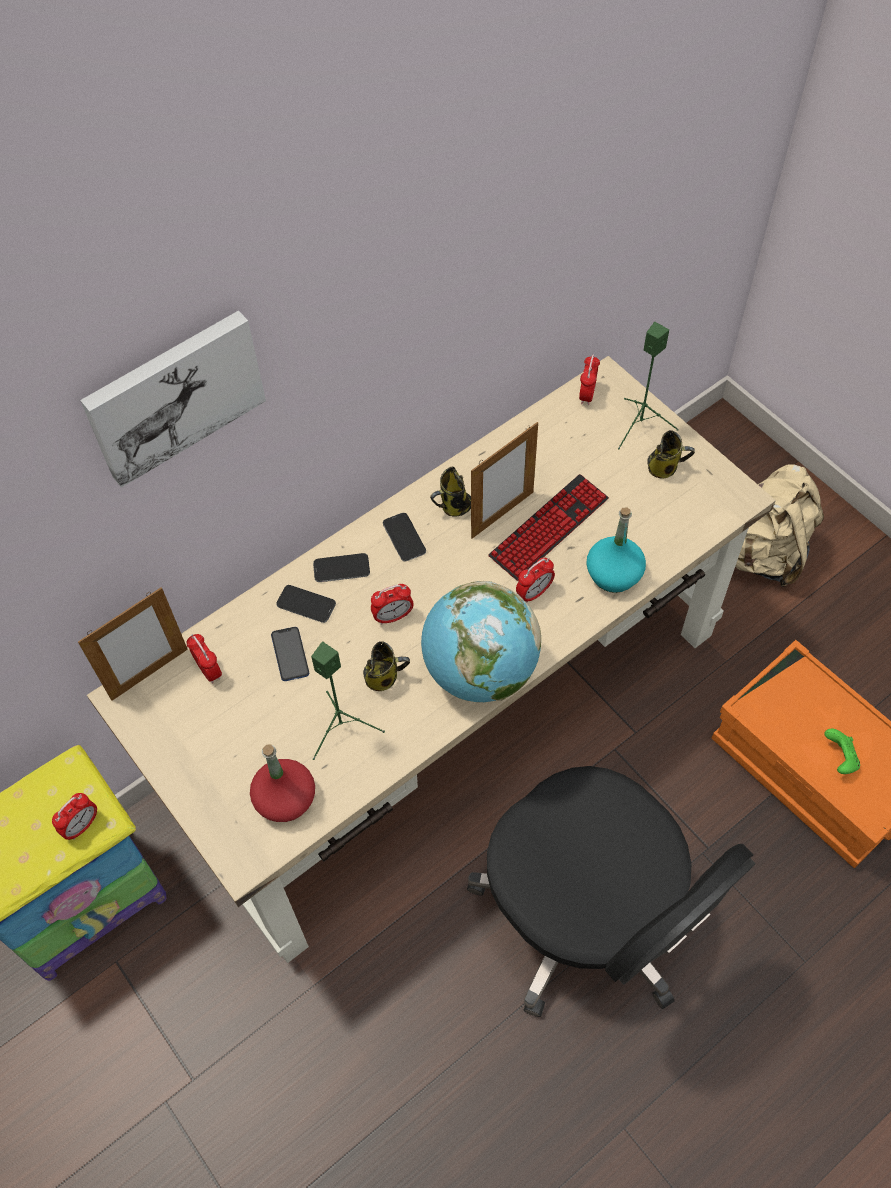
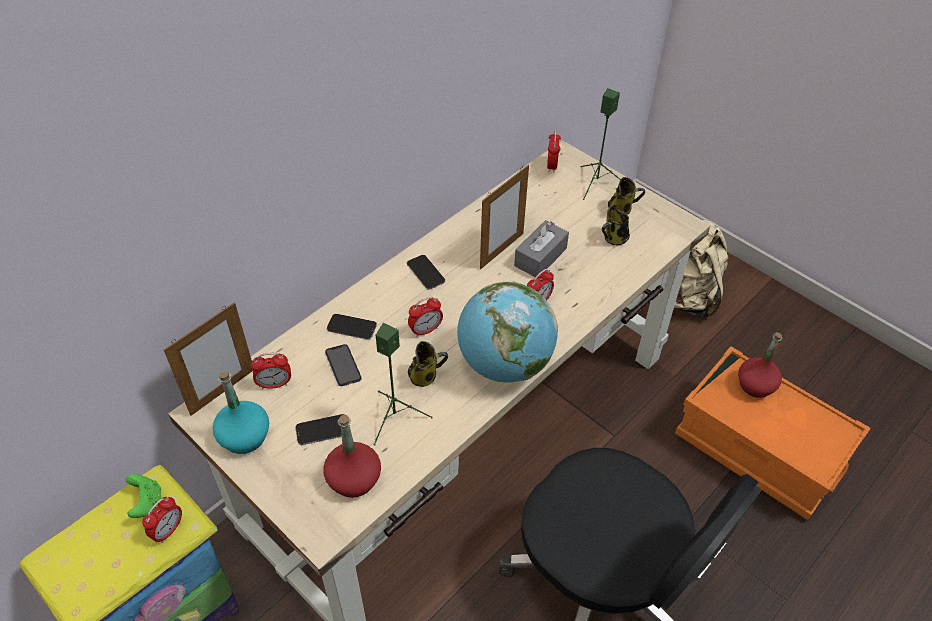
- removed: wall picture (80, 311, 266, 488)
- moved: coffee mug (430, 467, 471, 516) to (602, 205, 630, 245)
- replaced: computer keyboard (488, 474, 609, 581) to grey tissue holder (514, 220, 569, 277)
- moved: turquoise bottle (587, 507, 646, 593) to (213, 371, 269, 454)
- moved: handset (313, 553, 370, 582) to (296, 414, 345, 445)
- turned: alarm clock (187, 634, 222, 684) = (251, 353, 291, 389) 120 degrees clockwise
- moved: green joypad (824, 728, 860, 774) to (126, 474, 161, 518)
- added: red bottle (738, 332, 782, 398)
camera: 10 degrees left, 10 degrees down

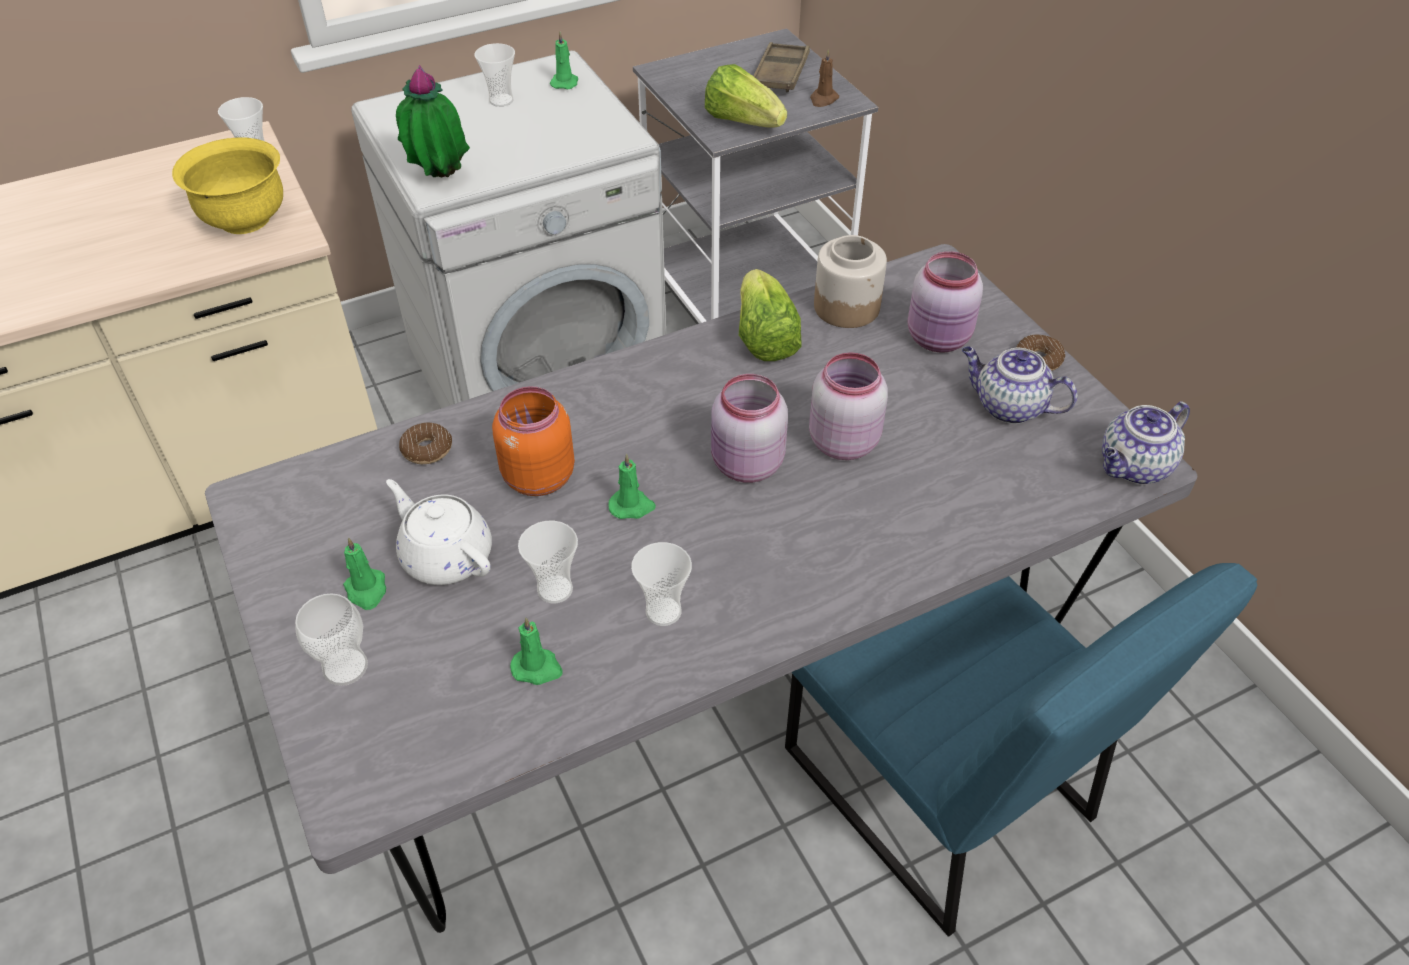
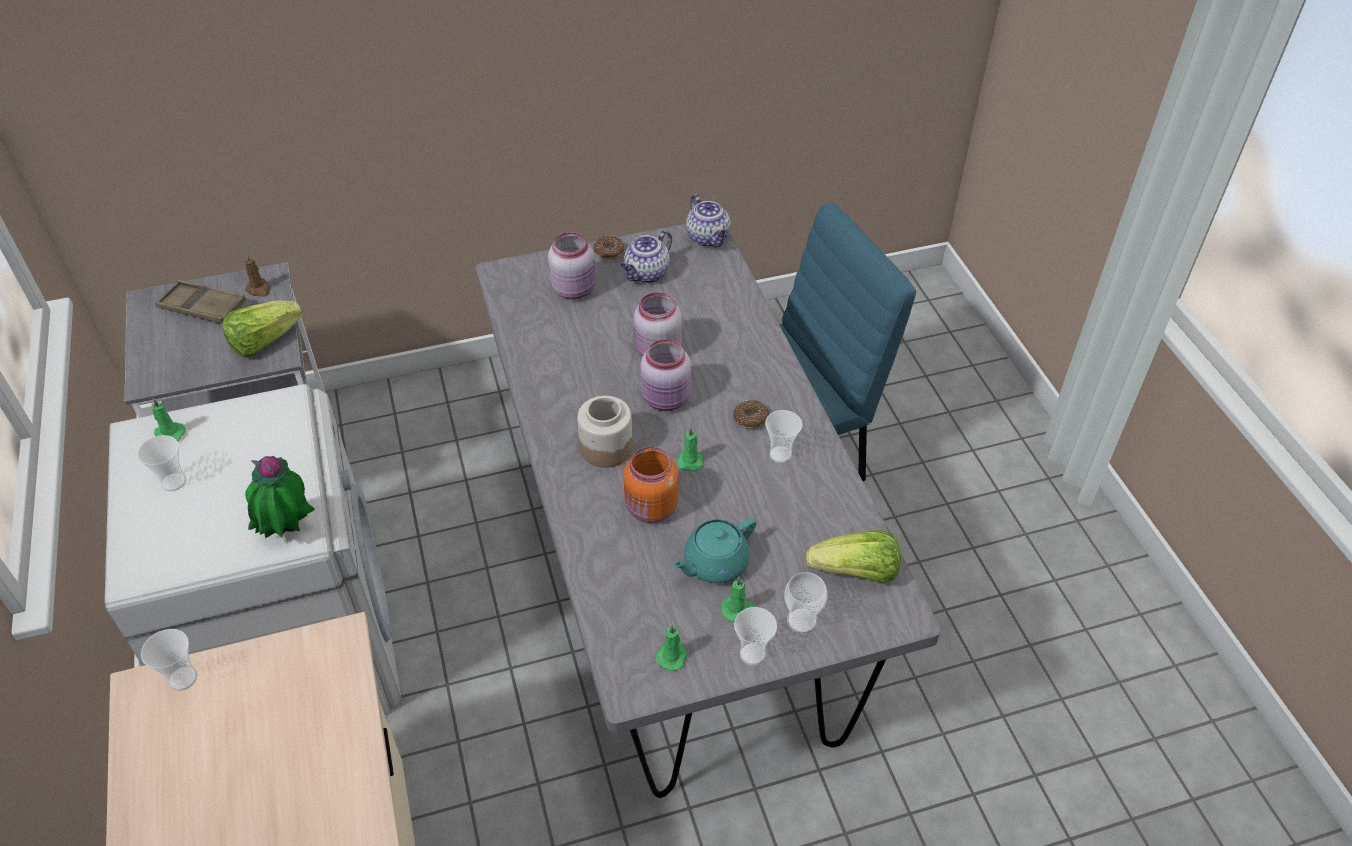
- removed: yellowish deep dish (172, 137, 283, 234)
- moved: jar (814, 235, 887, 328) to (577, 396, 633, 468)
- moved: lettuce (739, 269, 801, 361) to (806, 530, 901, 583)
- moved: donut (399, 423, 452, 464) to (733, 400, 769, 429)
- recoloured: white pot for tea (386, 479, 492, 585) to turquoise pot for tea (672, 518, 757, 583)
- moved: small cup (518, 521, 578, 603) to (734, 607, 777, 666)
- moved: green candle (510, 617, 563, 685) to (655, 625, 688, 671)
camera: 80 degrees left, 0 degrees up

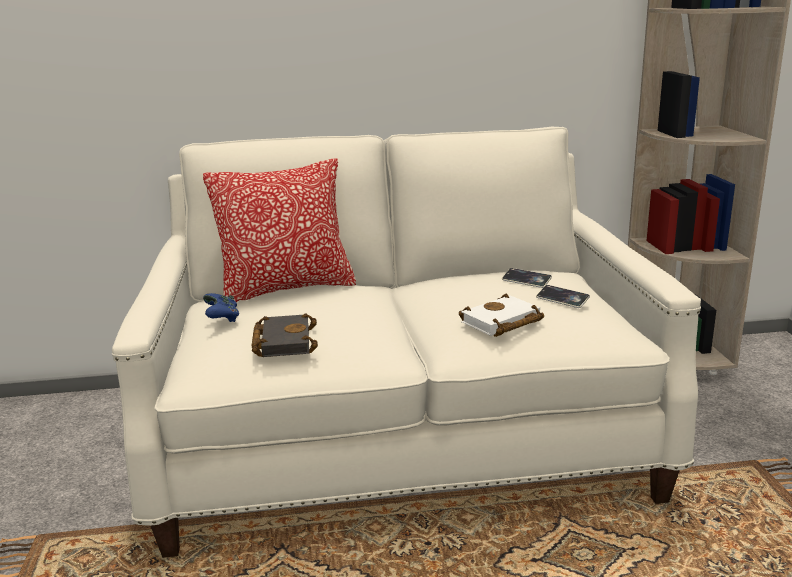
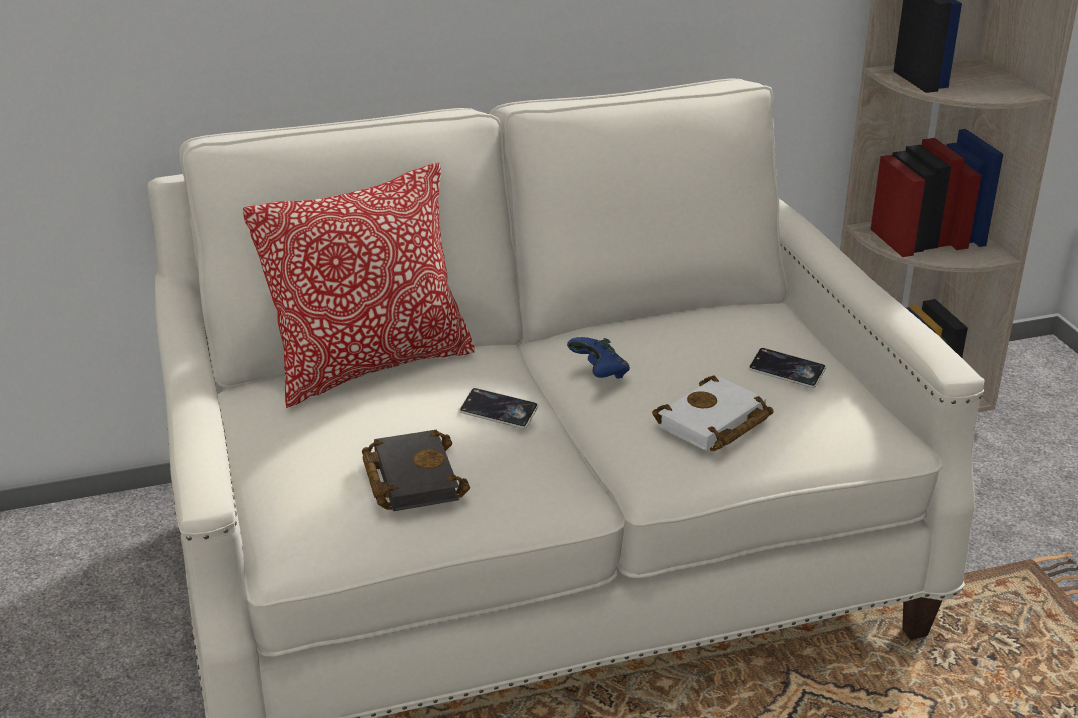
- moved: handset (502, 268, 552, 288) to (459, 388, 538, 429)
- moved: blue joypad (203, 293, 239, 322) to (567, 337, 630, 379)
camera: 10 degrees left, 10 degrees up

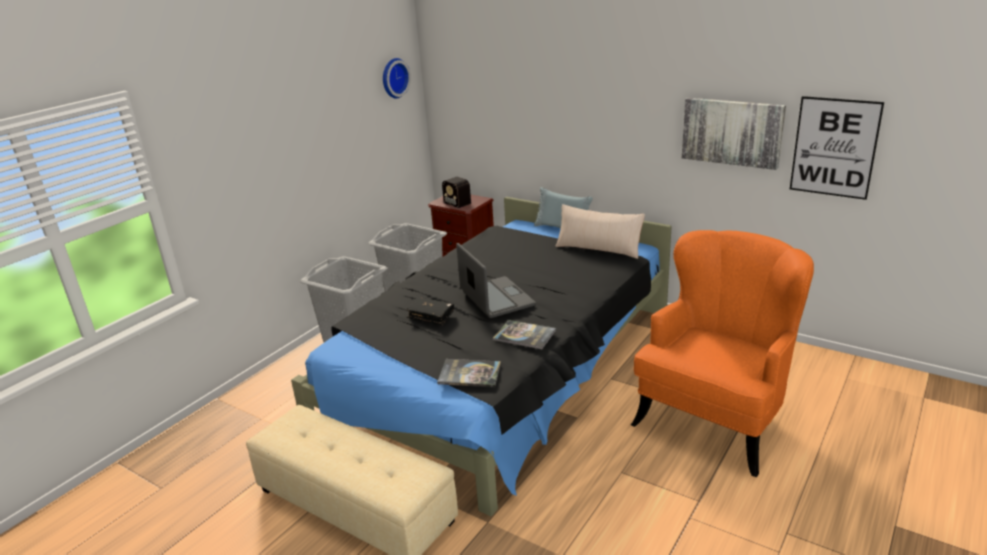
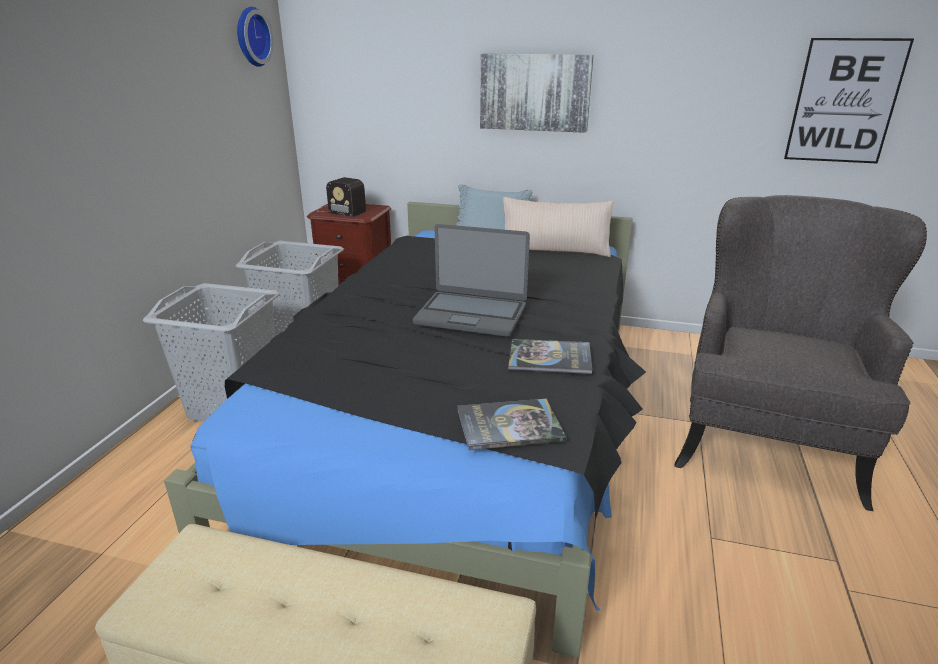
- moved: wall picture (682, 98, 786, 170) to (480, 54, 594, 133)
- recoloured: orange armchair (631, 230, 814, 477) to grey armchair (674, 195, 927, 511)
- turned: notebook computer (456, 243, 536, 318) = (413, 224, 530, 337) 150 degrees clockwise
- removed: blackish book (406, 297, 454, 325)
camera: 20 degrees left, 0 degrees up

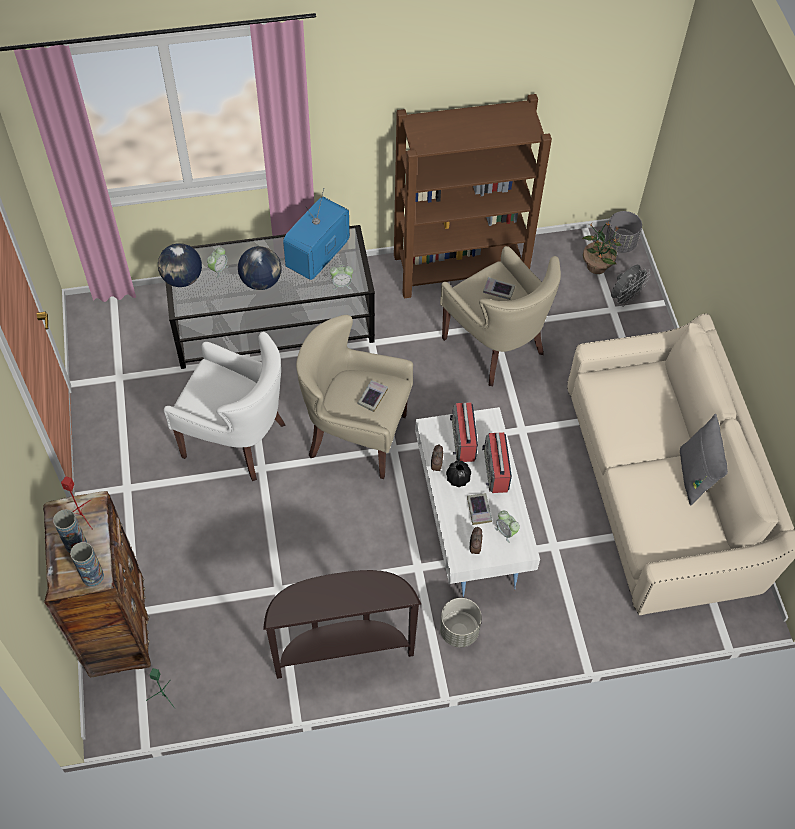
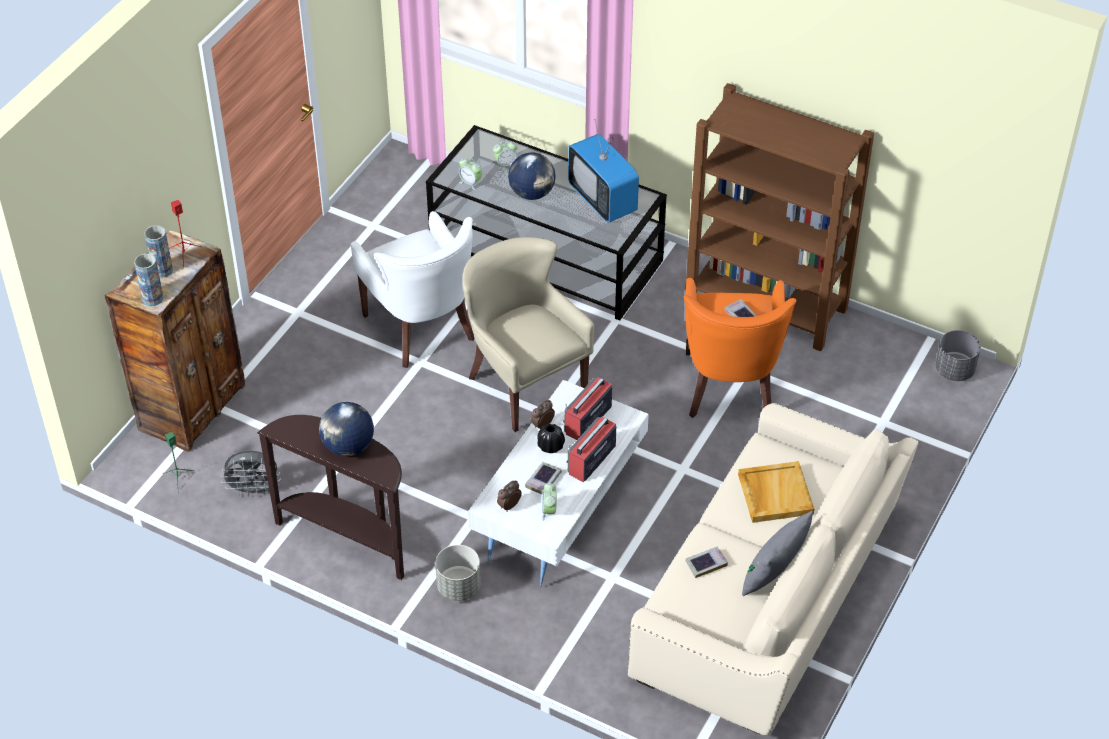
- turned: TV set (283, 188, 350, 280) = (568, 119, 639, 223) 105 degrees counterclockwise
- removed: plant in a pot (582, 222, 621, 274)
- moved: world globe (158, 243, 202, 287) to (319, 402, 374, 456)
- recoloured: beige-coloured armchair (440, 246, 561, 386) to orange armchair (684, 278, 797, 418)
- moved: alarm clock (330, 265, 353, 290) to (459, 158, 482, 190)
- moved: grey electric fan (611, 265, 651, 307) to (220, 451, 281, 497)
- moved: book (358, 380, 388, 412) to (685, 547, 728, 578)
- added: beige-coloured tray (738, 461, 814, 523)
camera: 40 degrees right, 10 degrees down

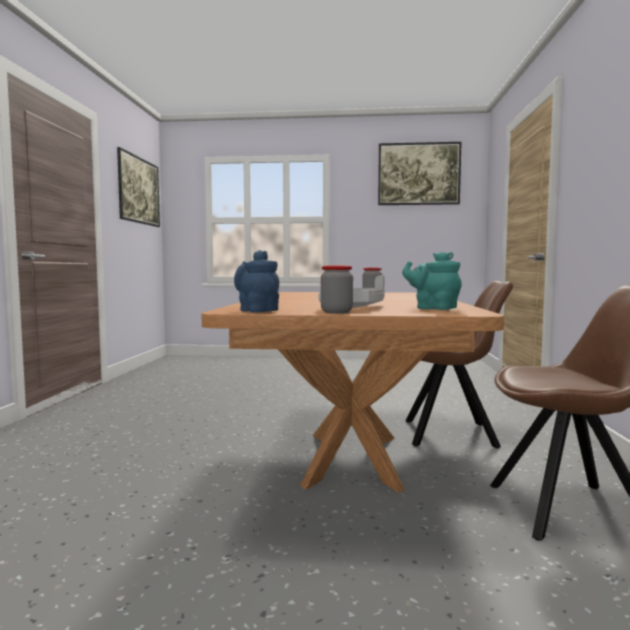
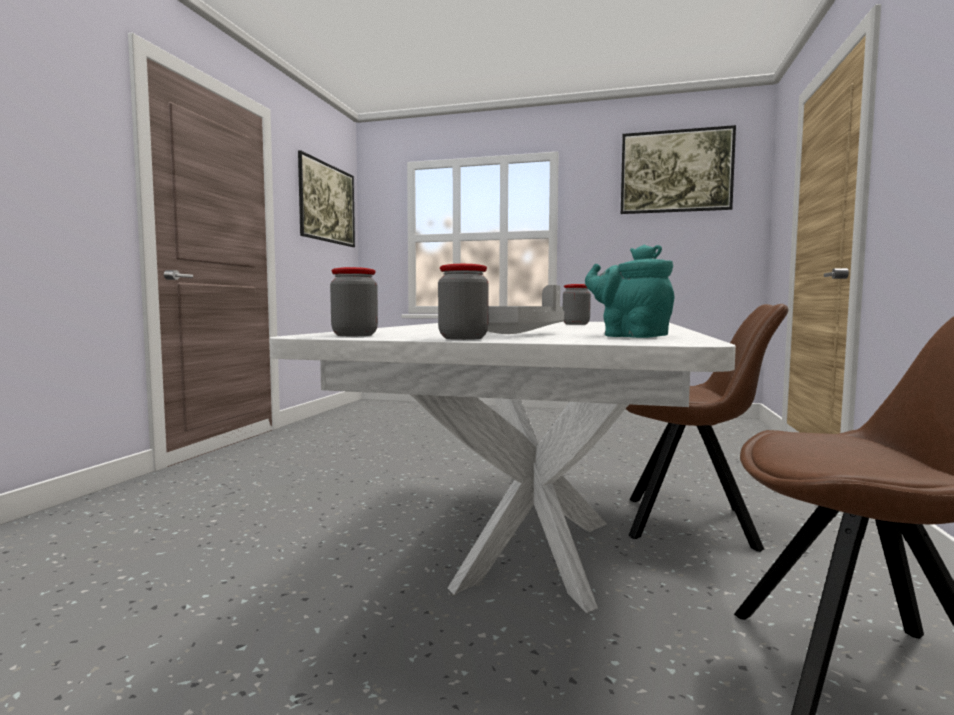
- replaced: blue pot for tea (234, 250, 279, 312) to jar (330, 267, 378, 336)
- recoloured: brownish kitchen table (201, 292, 504, 493) to white kitchen table (269, 322, 736, 613)
camera: 10 degrees right, 0 degrees up

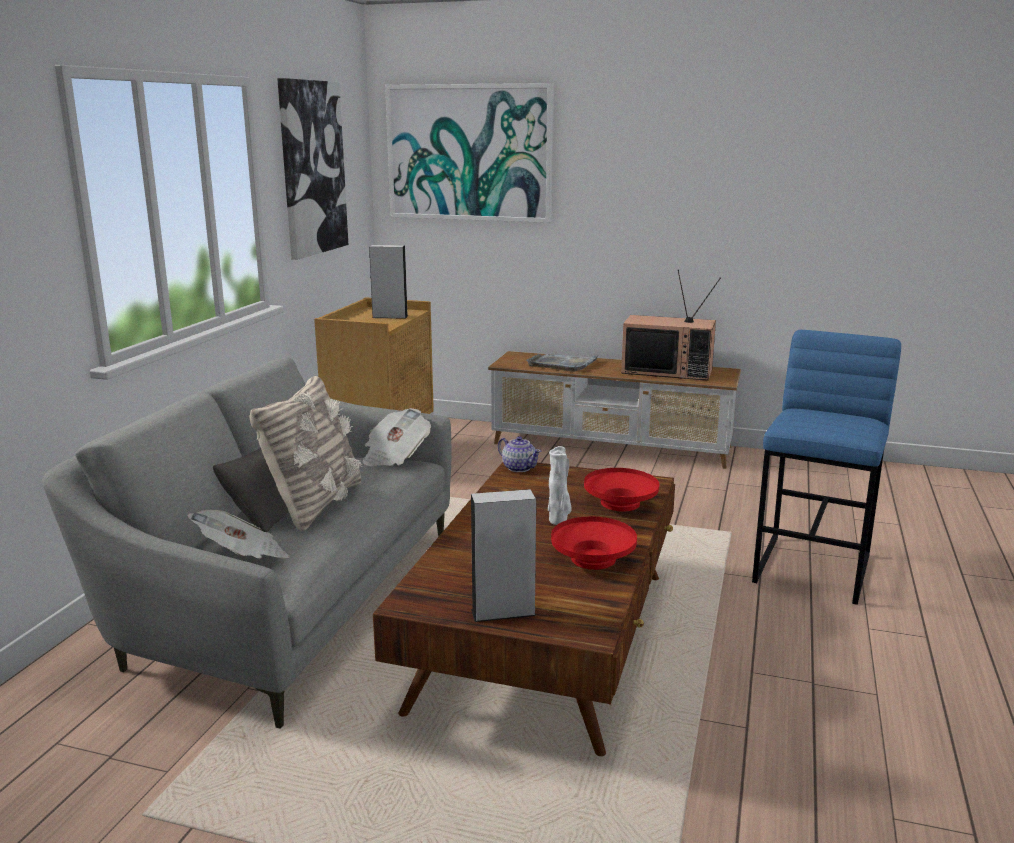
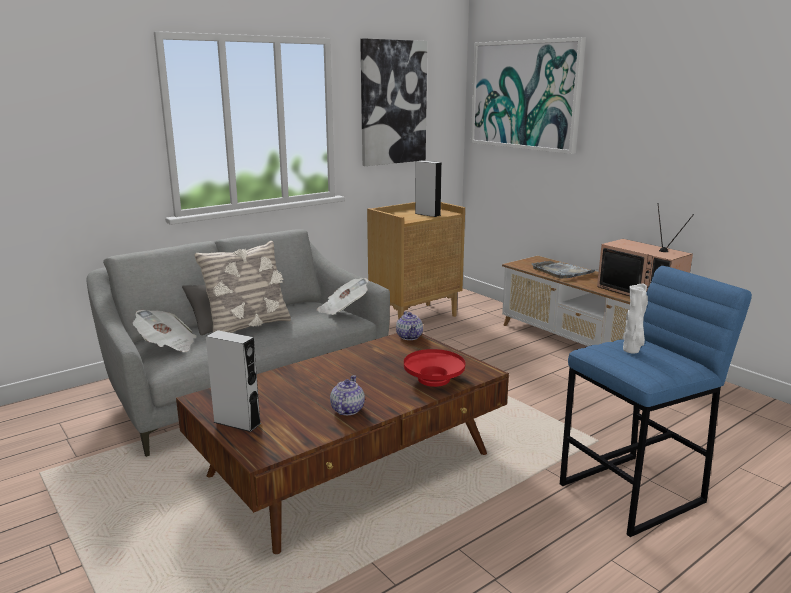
- moved: white decorative vase (548, 446, 572, 525) to (623, 284, 648, 353)
- replaced: red deep dish (551, 516, 637, 570) to pot for tea (330, 375, 365, 415)
camera: 35 degrees right, 0 degrees up

